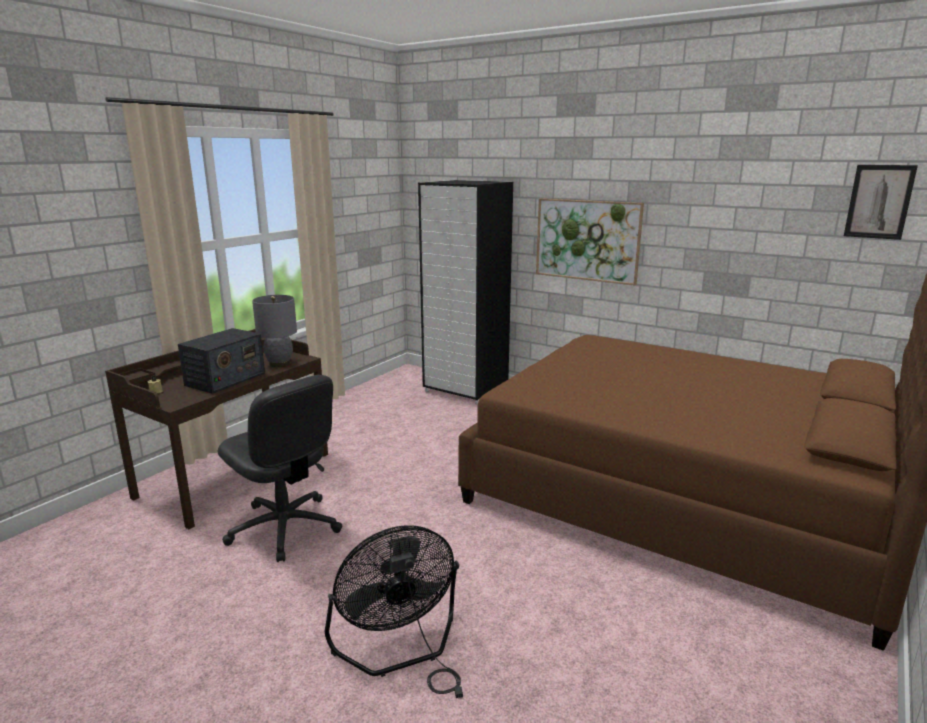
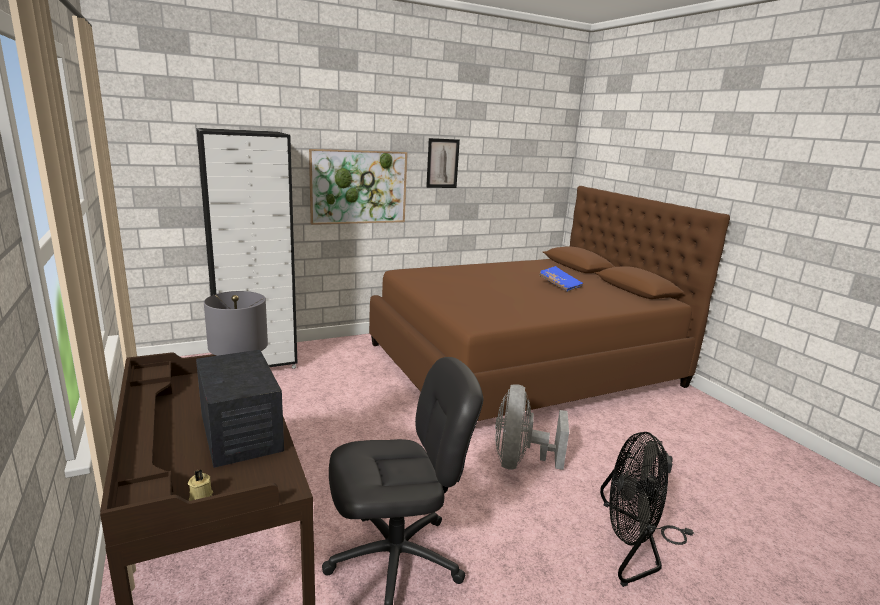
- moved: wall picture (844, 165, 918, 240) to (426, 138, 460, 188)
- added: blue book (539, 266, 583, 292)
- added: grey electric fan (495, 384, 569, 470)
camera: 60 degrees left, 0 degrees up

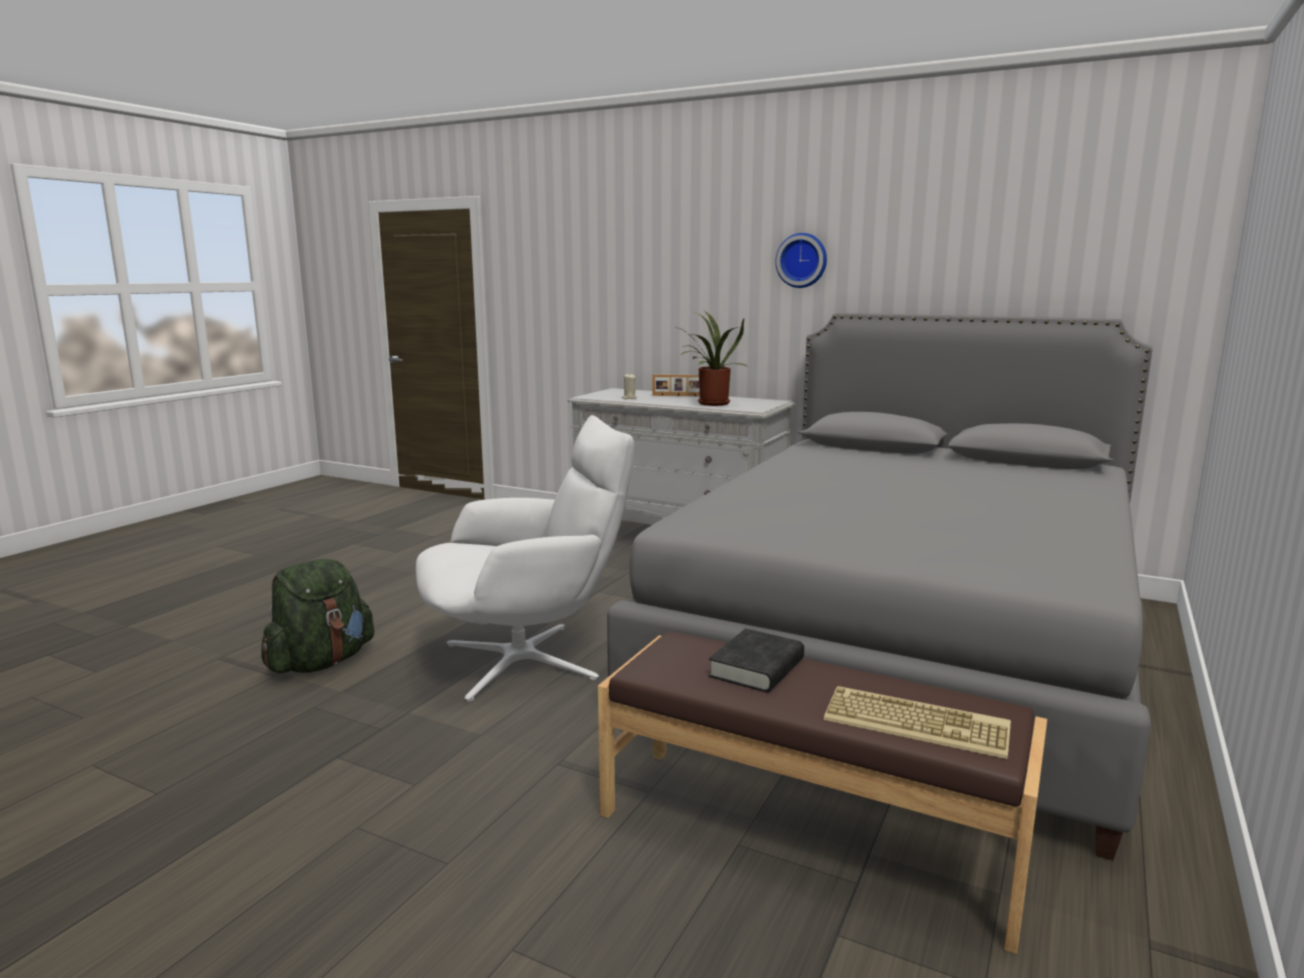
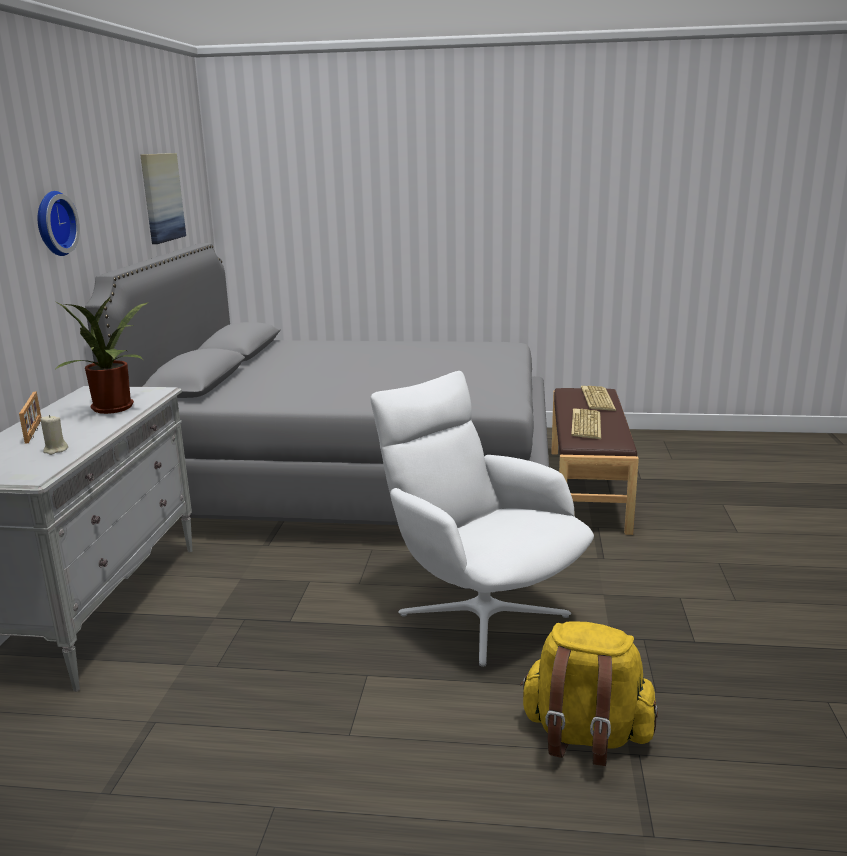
- recoloured: green rucksack (261, 558, 374, 673) to yellowish rucksack (520, 621, 658, 766)
- replaced: blackish book (709, 628, 804, 692) to computer keyboard (571, 408, 601, 439)
- added: wall picture (140, 153, 186, 244)
camera: 110 degrees left, 5 degrees up

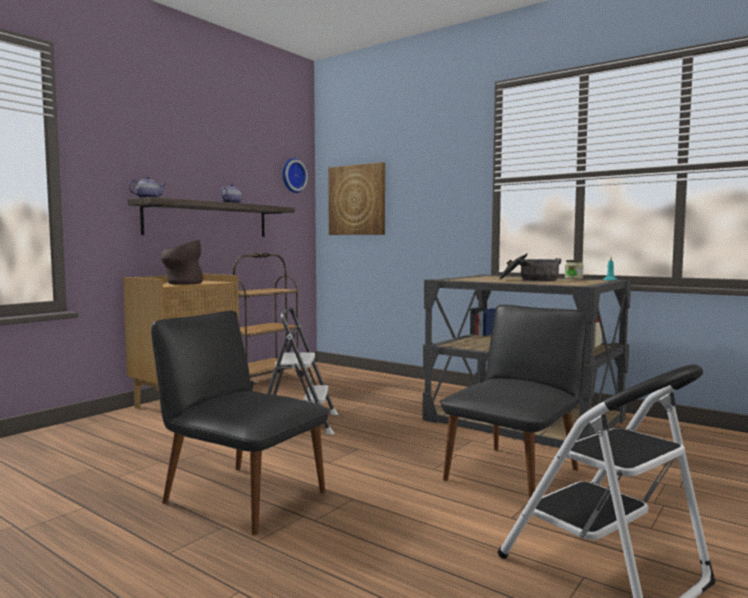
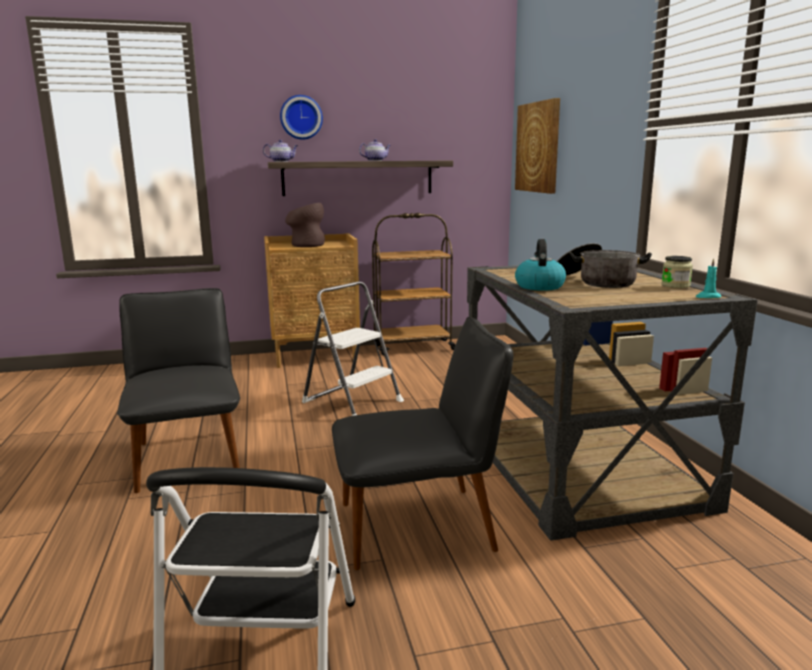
- moved: clock on the wall (282, 158, 308, 193) to (280, 95, 323, 140)
- added: tea kettle (515, 239, 566, 291)
camera: 40 degrees right, 10 degrees up

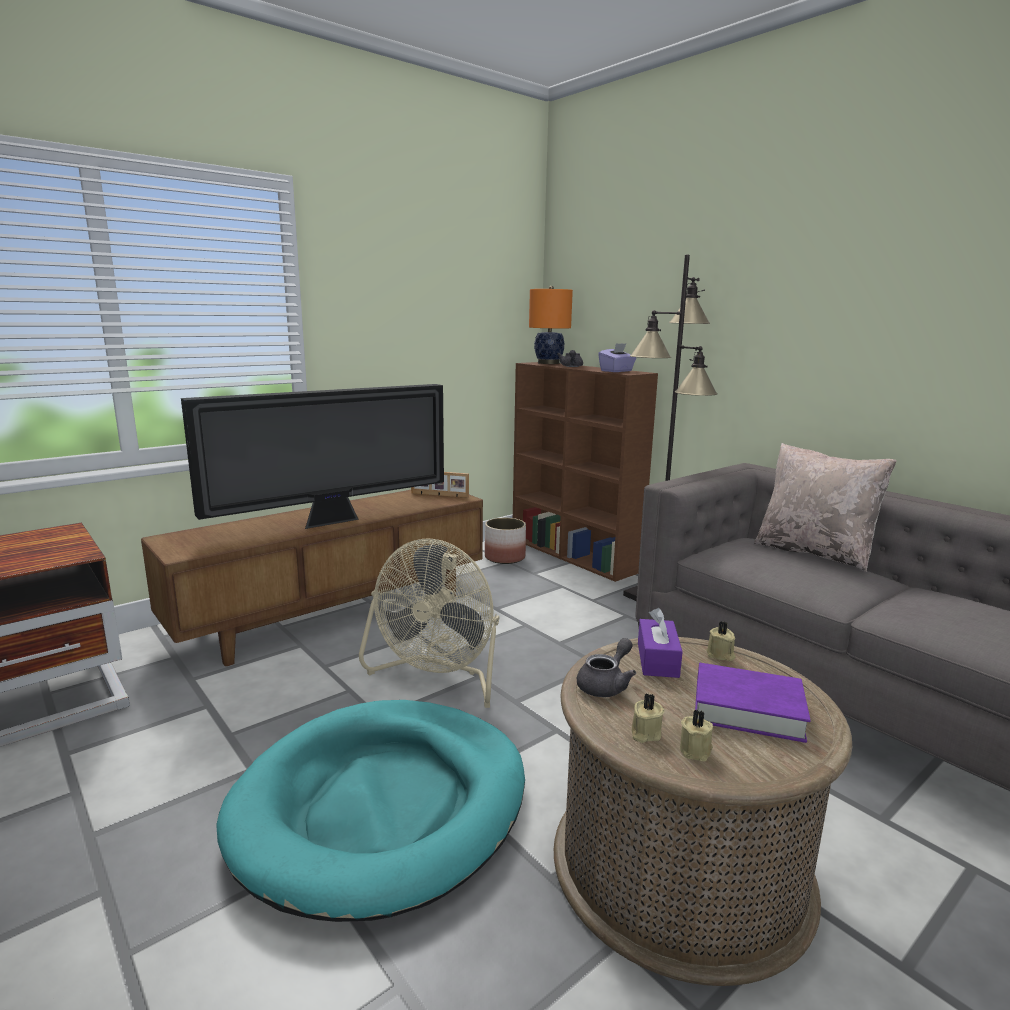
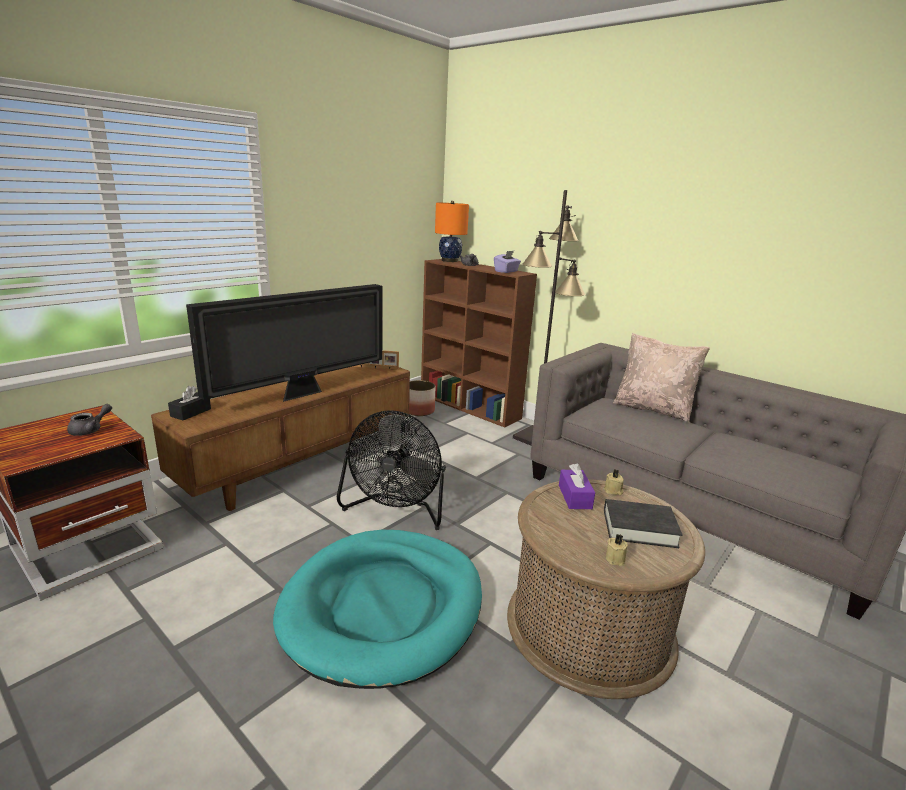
- recoloured: beige-coloured electric fan (359, 539, 499, 708) to blackish electric fan (337, 410, 446, 530)
- moved: grey pot for tea (577, 638, 636, 697) to (67, 404, 112, 436)
- recoloured: purple-coloured book (695, 663, 811, 743) to blackish book (604, 499, 683, 548)
- removed: beige-coloured candle (632, 693, 664, 743)
- added: blackish tissue holder (168, 386, 211, 420)
camera: 10 degrees left, 5 degrees up

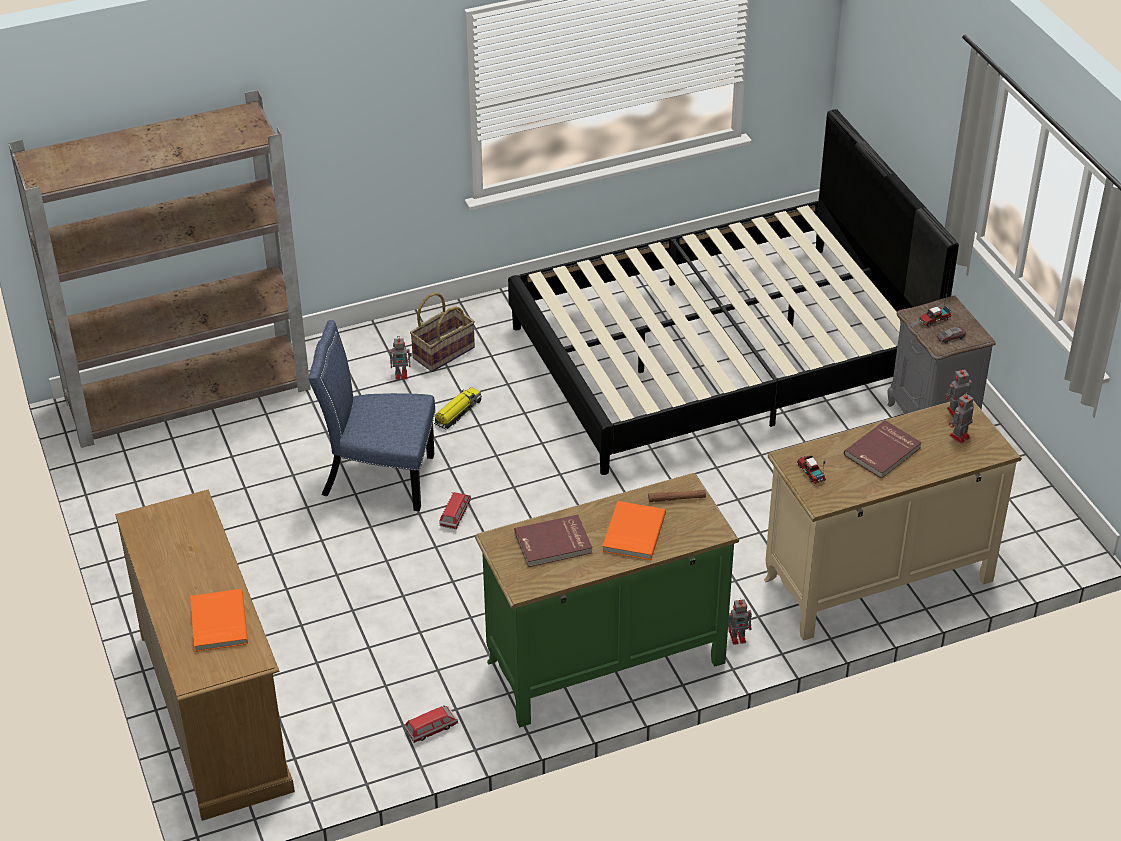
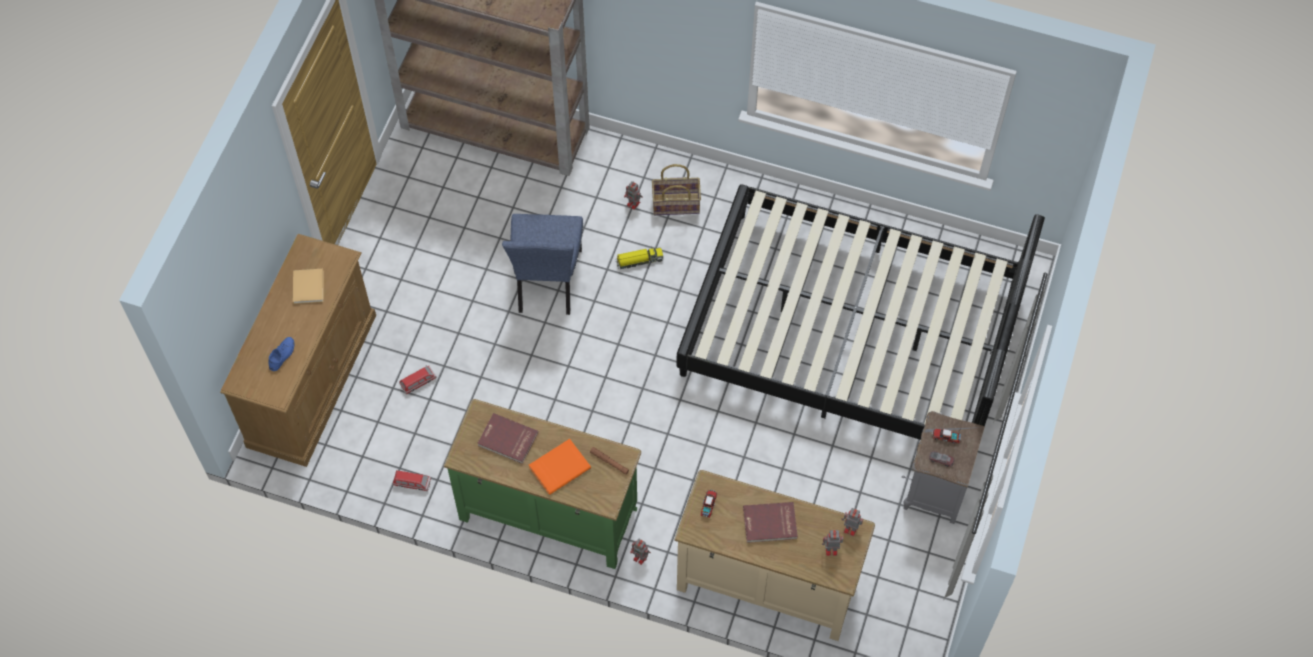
- turned: blue plain chair (308, 320, 436, 511) = (502, 214, 583, 315) 135 degrees counterclockwise
- moved: toy car (439, 492, 471, 529) to (399, 366, 437, 395)
- replaced: orange book (190, 589, 248, 652) to blue shoe (268, 337, 294, 371)
- added: beige-coloured book (293, 269, 324, 304)
camera: 40 degrees right, 20 degrees up

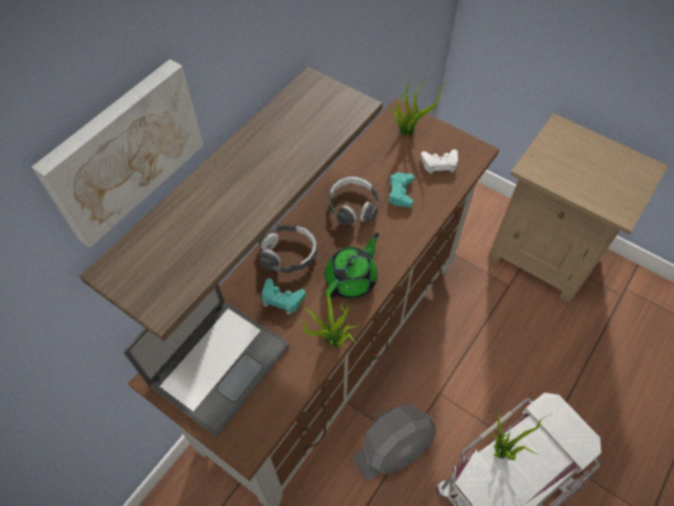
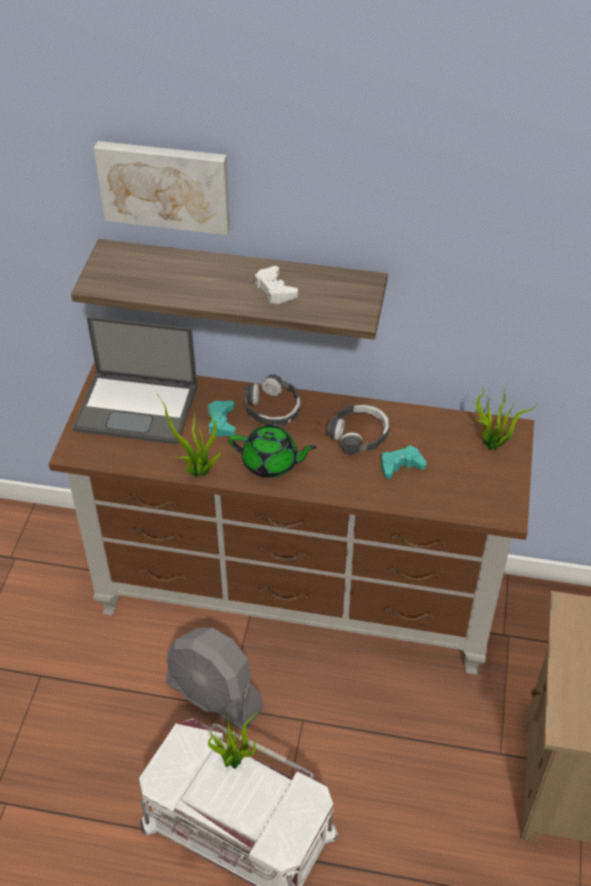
- moved: white joypad (420, 149, 458, 174) to (255, 266, 298, 304)
camera: 65 degrees right, 10 degrees down

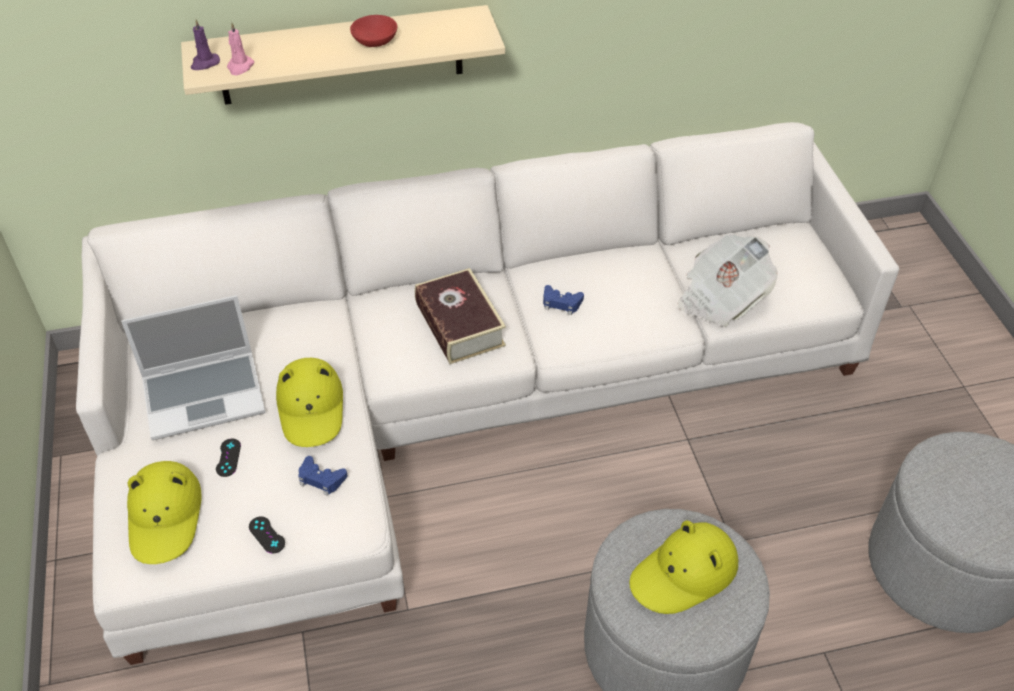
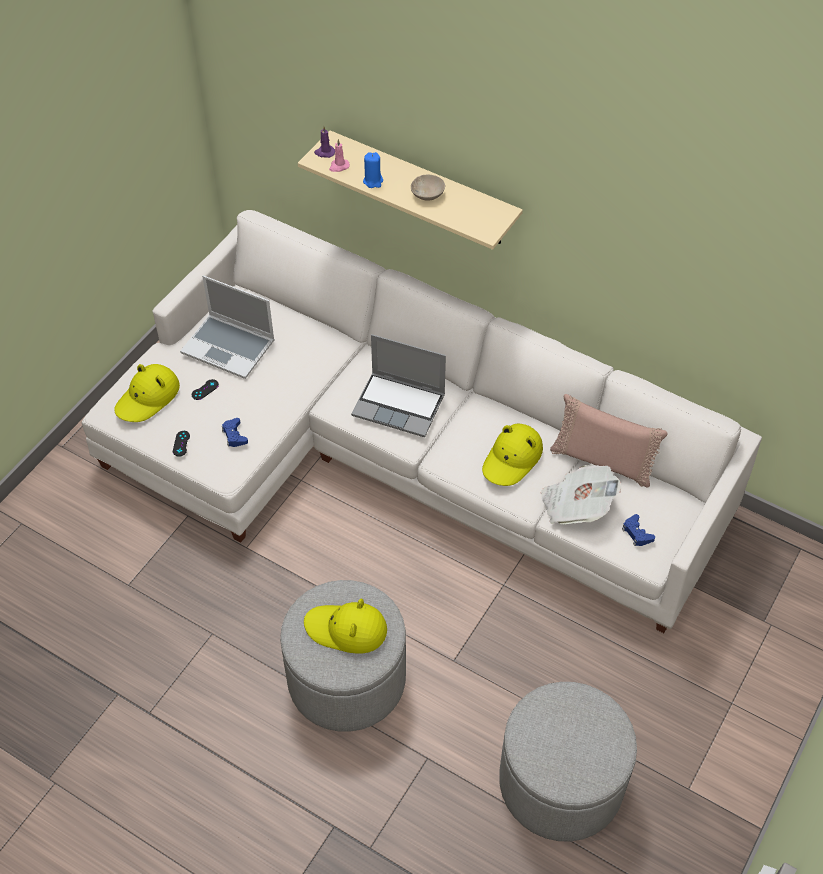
- recoloured: red deep dish (350, 15, 397, 47) to beige-coloured deep dish (411, 175, 445, 201)
- replaced: book (415, 268, 506, 364) to notebook computer (351, 334, 446, 437)
- moved: blue joypad (543, 285, 584, 315) to (622, 514, 655, 546)
- moved: yellowish clothing hat (276, 358, 343, 447) to (482, 424, 543, 486)
- added: blue candle (363, 152, 383, 188)
- added: beige-coloured throw pillow (550, 394, 668, 487)
camera: 45 degrees right, 5 degrees up

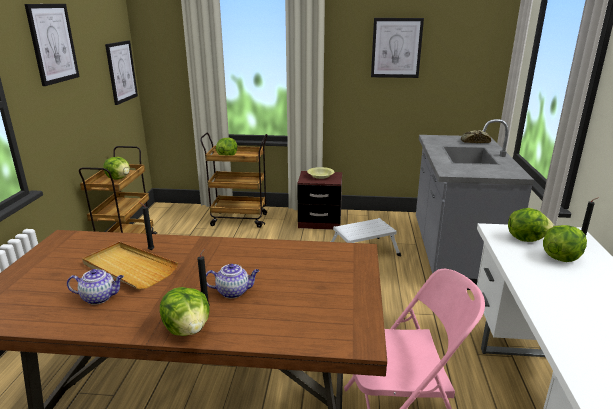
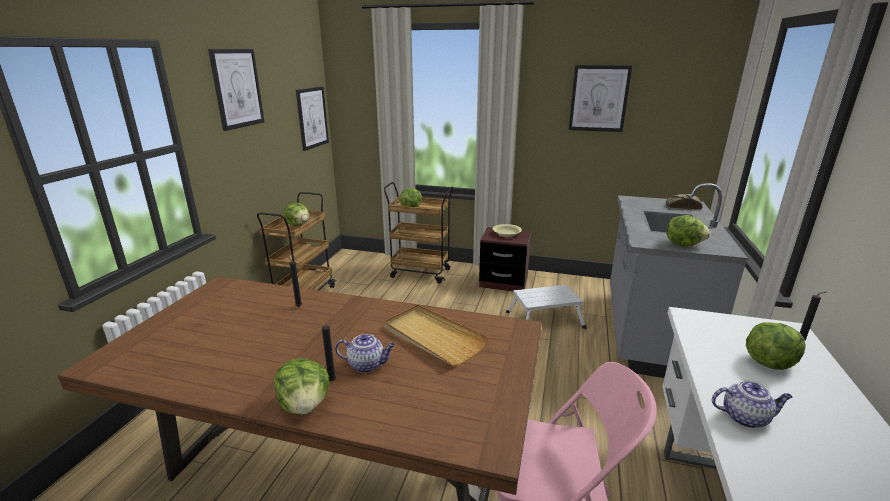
- moved: lettuce (508, 208, 554, 242) to (666, 215, 711, 246)
- moved: beige-coloured tray (82, 242, 178, 289) to (384, 305, 490, 366)
- moved: pot for tea (67, 269, 124, 305) to (712, 381, 793, 428)
camera: 10 degrees right, 0 degrees up

